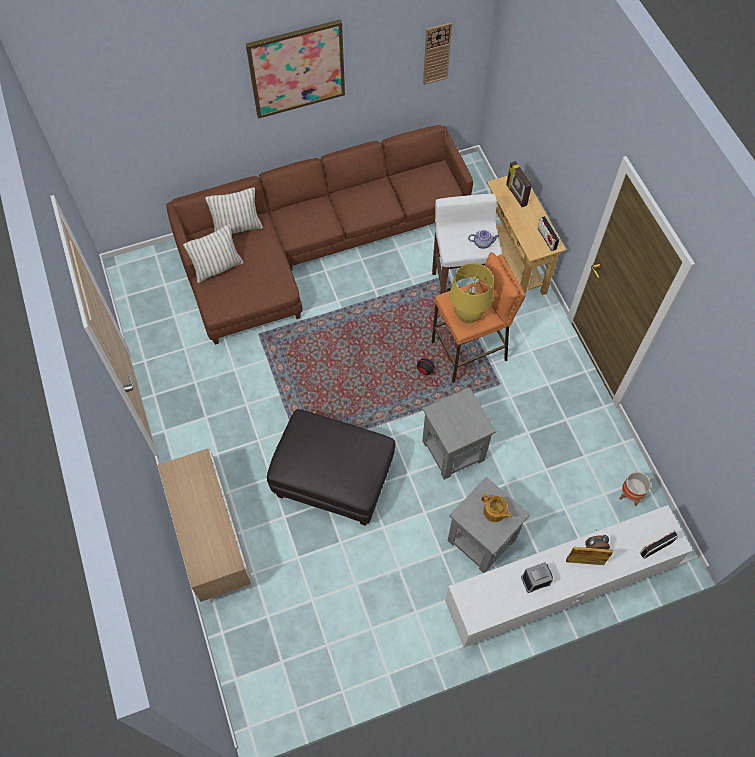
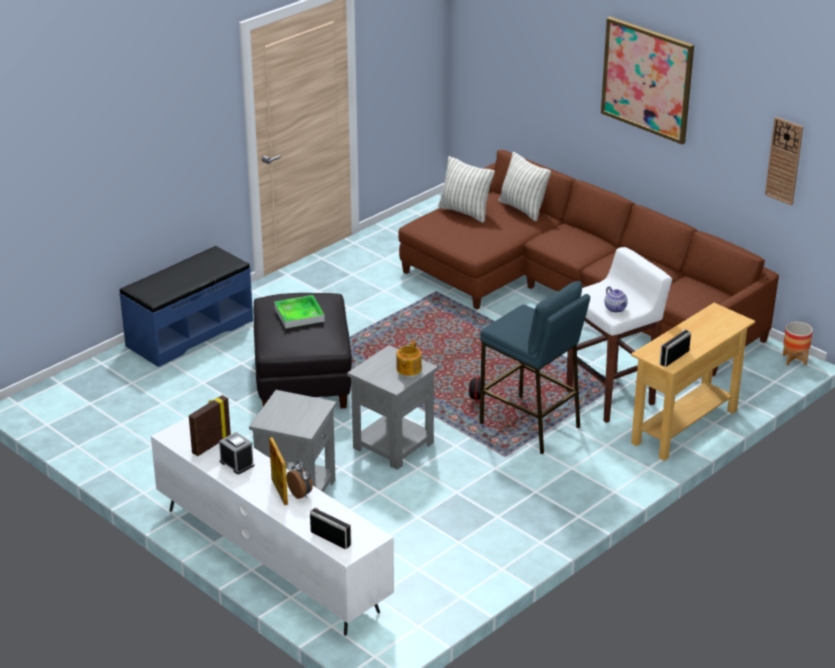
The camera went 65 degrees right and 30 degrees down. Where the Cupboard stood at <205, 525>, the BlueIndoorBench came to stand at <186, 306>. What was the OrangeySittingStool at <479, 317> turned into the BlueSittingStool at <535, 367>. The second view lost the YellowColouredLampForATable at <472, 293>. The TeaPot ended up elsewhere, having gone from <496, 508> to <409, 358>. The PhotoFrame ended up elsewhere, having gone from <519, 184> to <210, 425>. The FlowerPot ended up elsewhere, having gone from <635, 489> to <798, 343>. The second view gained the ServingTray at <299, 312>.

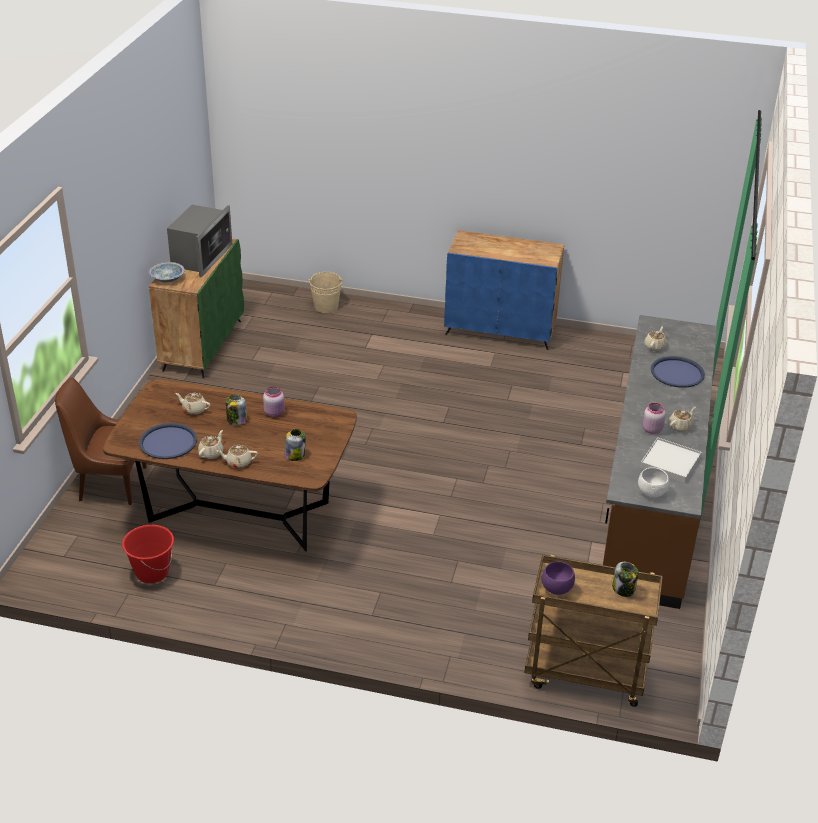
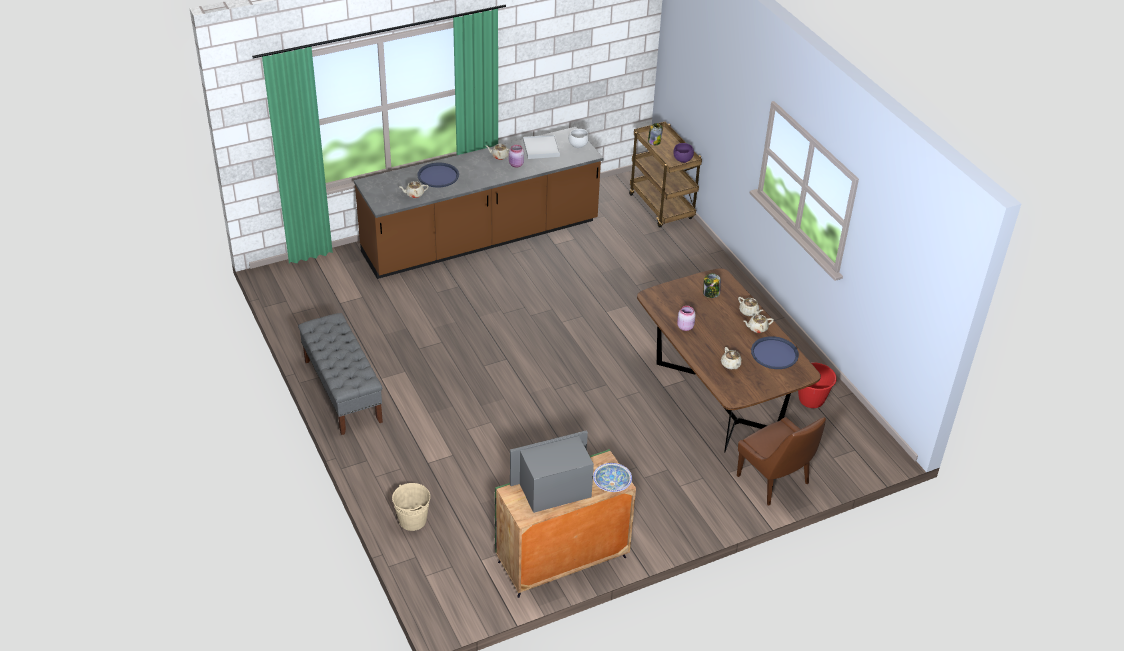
The camera went 130 degrees left and 5 degrees up. The second view lost the PreserveJar at <236, 409>. Where the BlueCupboard stood at <504, 290>, the GrayIndoorBench came to stand at <340, 374>.

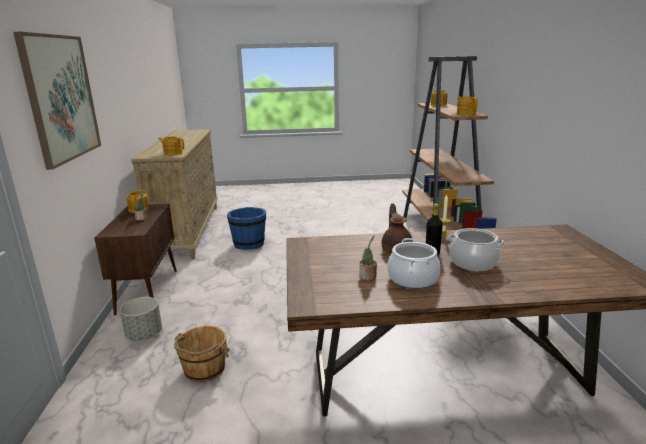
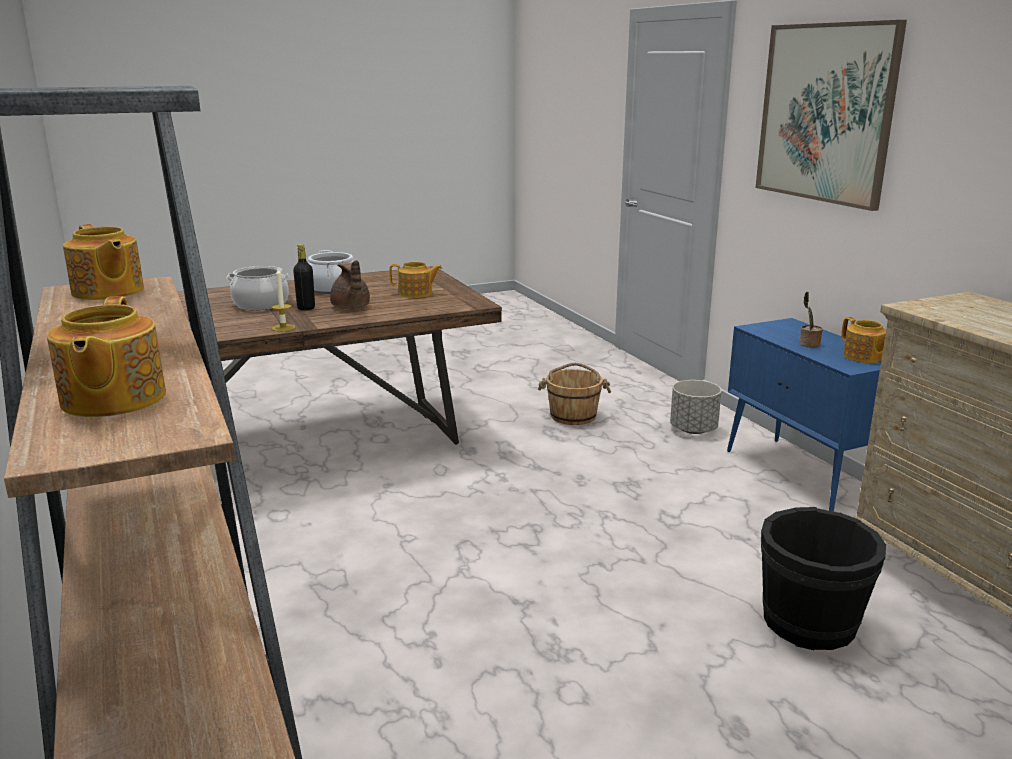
The camera went 160 degrees right and 0 degrees up. What was the BrownishCupboard at <135, 260> turned into the BlueCupboard at <804, 415>. The TeaPot ended up elsewhere, having gone from <171, 146> to <415, 280>. What was the BluePail at <246, 228> turned into the BlackColouredPail at <823, 578>. The second view lost the Houseplant at <368, 258>.

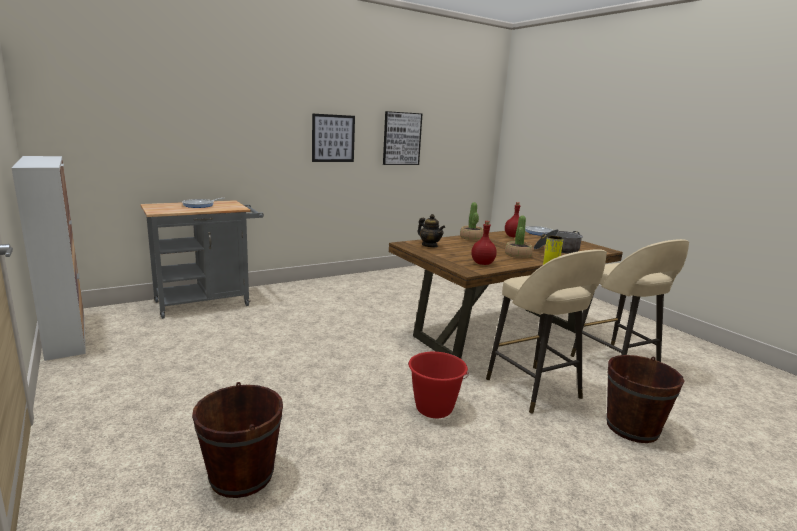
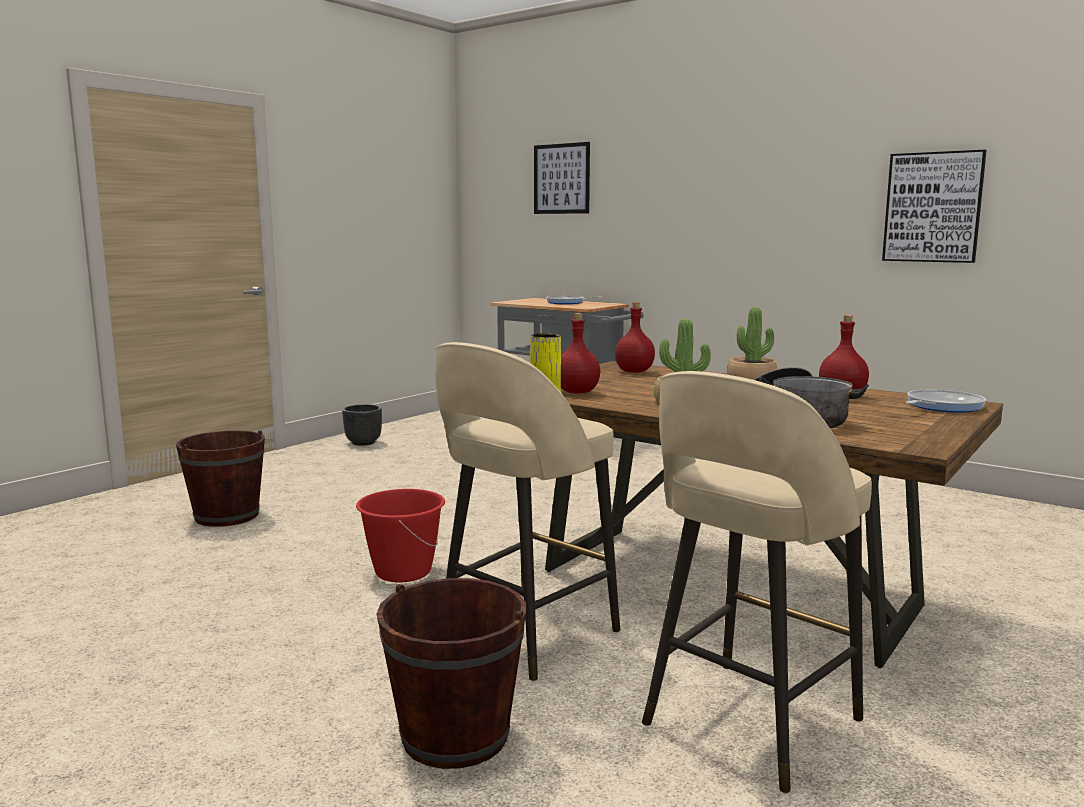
The camera went 70 degrees right and 5 degrees down. The second view lost the Cupboard at <49, 258>. The WallArt ended up elsewhere, having gone from <333, 137> to <562, 178>. Where the TeaPot stood at <431, 230>, the RedColouredBeverageBottle came to stand at <635, 337>. The second view gained the BlackColouredFlowerPot at <362, 425>.

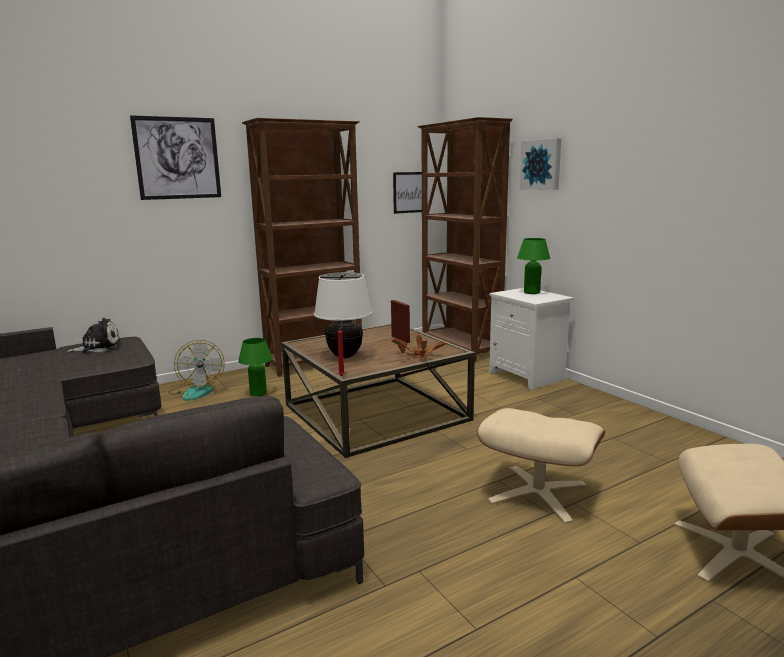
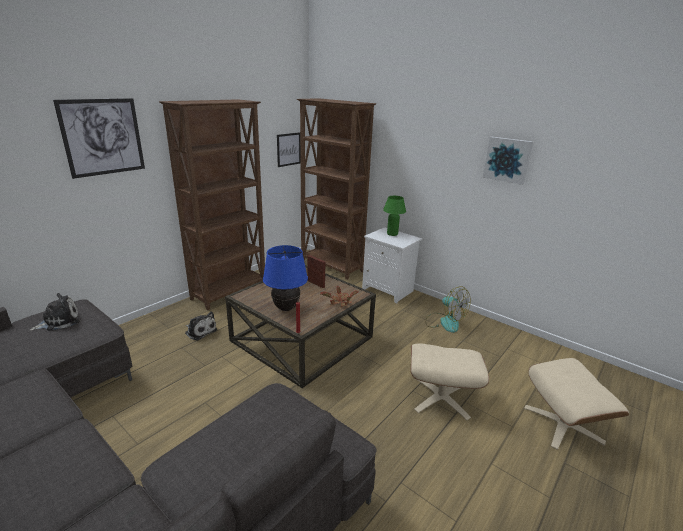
The camera went 20 degrees left and 10 degrees up. The ElectricFan ended up elsewhere, having gone from <196, 370> to <448, 309>. Where the GreenColouredLampForATable stood at <255, 367>, the PlushToy came to stand at <201, 326>. What was the WhiteColouredLampForATable at <343, 315> turned into the BlueLampForATable at <285, 278>. The WallArt ended up elsewhere, having gone from <540, 164> to <508, 161>.

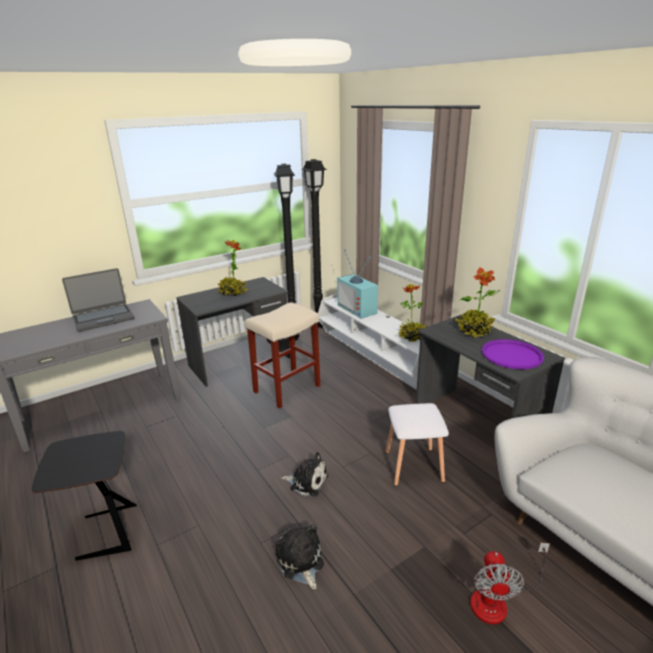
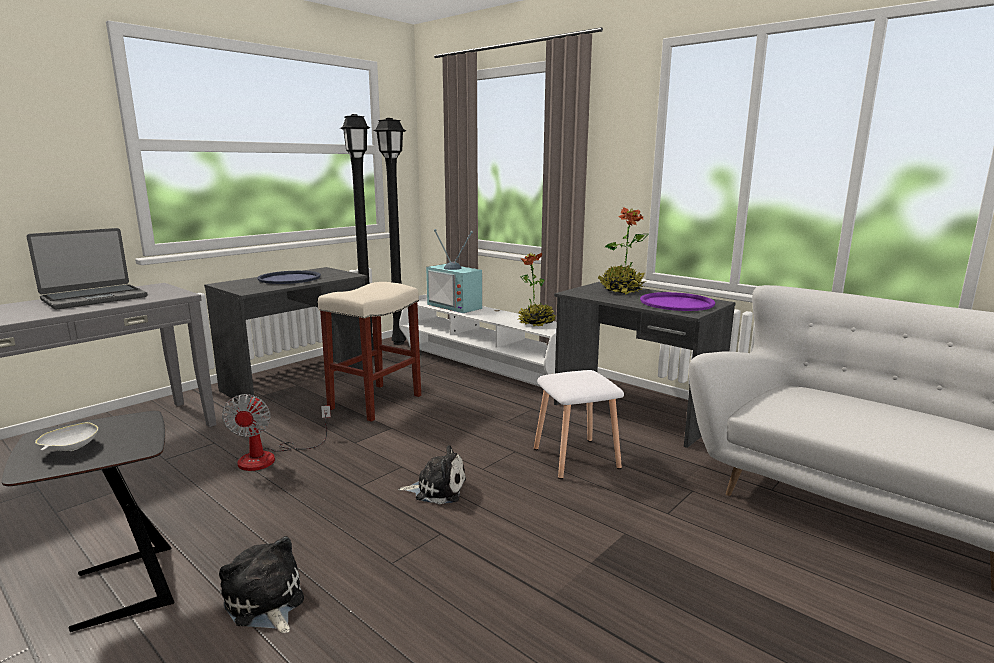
The camera went 15 degrees left and 10 degrees down. Where the Houseplant stood at <233, 268>, the BlueServingTray came to stand at <289, 277>. The PlushToy ended up elsewhere, having gone from <299, 556> to <261, 584>. The ElectricFan ended up elsewhere, having gone from <510, 583> to <276, 432>. The second view gained the WhiteColouredBowl at <66, 436>.

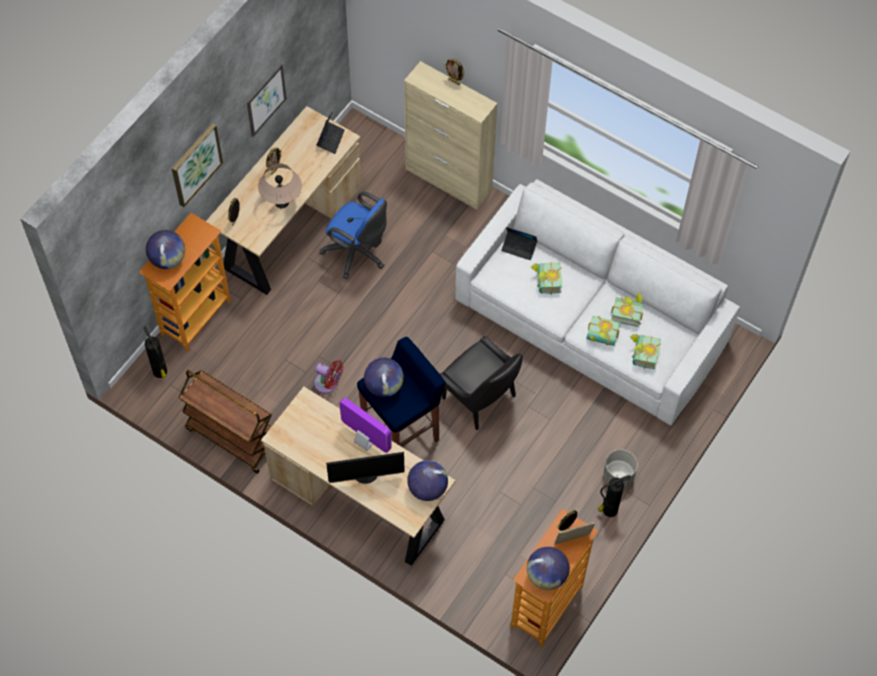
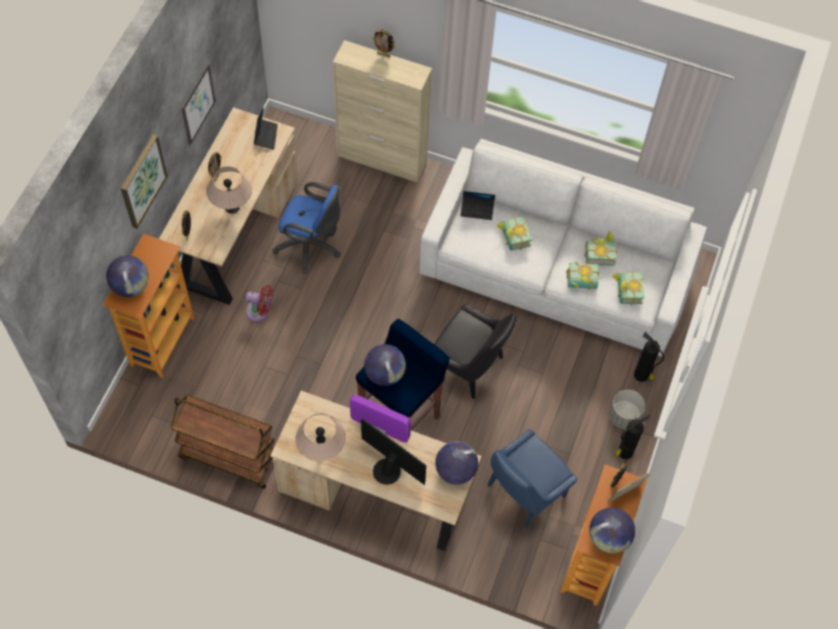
The camera went 15 degrees left and 0 degrees up. The FireFightingCylinder ended up elsewhere, having gone from <155, 352> to <649, 357>. The RedColouredElectricFan ended up elsewhere, having gone from <329, 376> to <259, 303>. The ComputerScreen at <365, 468> ended up facing another way, 120 degrees counterclockwise from before. The second view gained the BeigeColouredLampForATable at <321, 437>. The second view gained the BluePlainChair at <532, 478>.

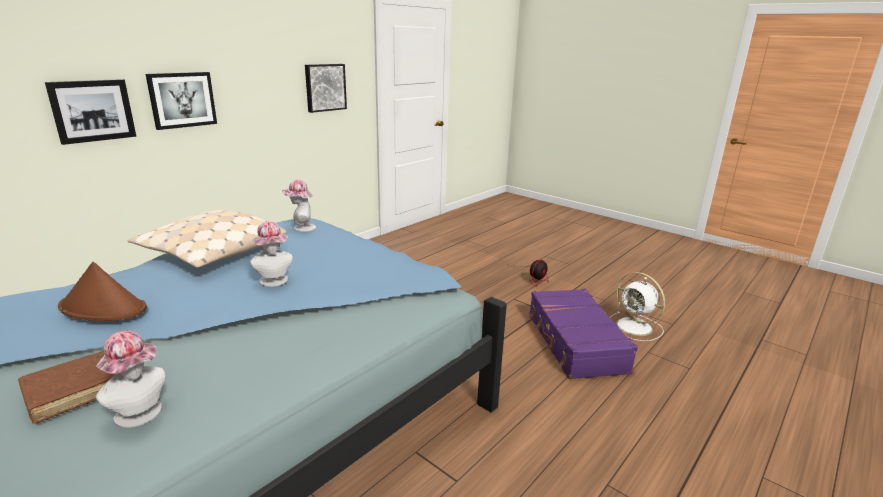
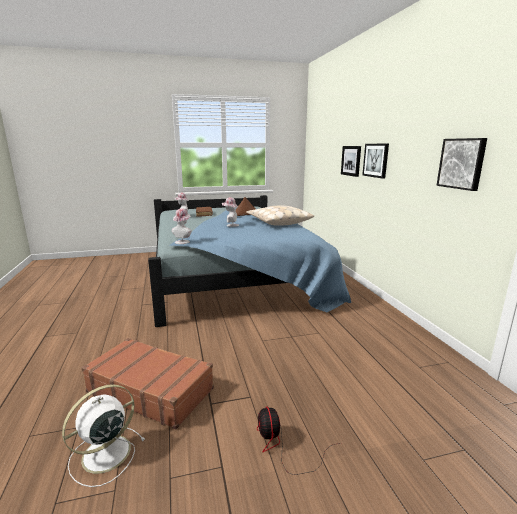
The camera went 125 degrees right and 5 degrees down. The Hat ended up elsewhere, having gone from <299, 206> to <182, 226>. What was the PurpleSuitcase at <583, 334> turned into the BrownishSuitcase at <148, 384>. The WhiteColouredElectricFan at <637, 306> ended up facing another way, 45 degrees counterclockwise from before.

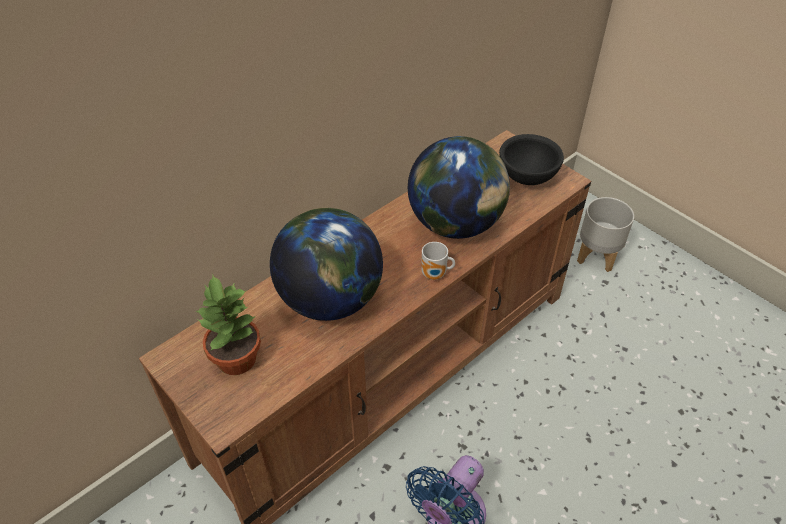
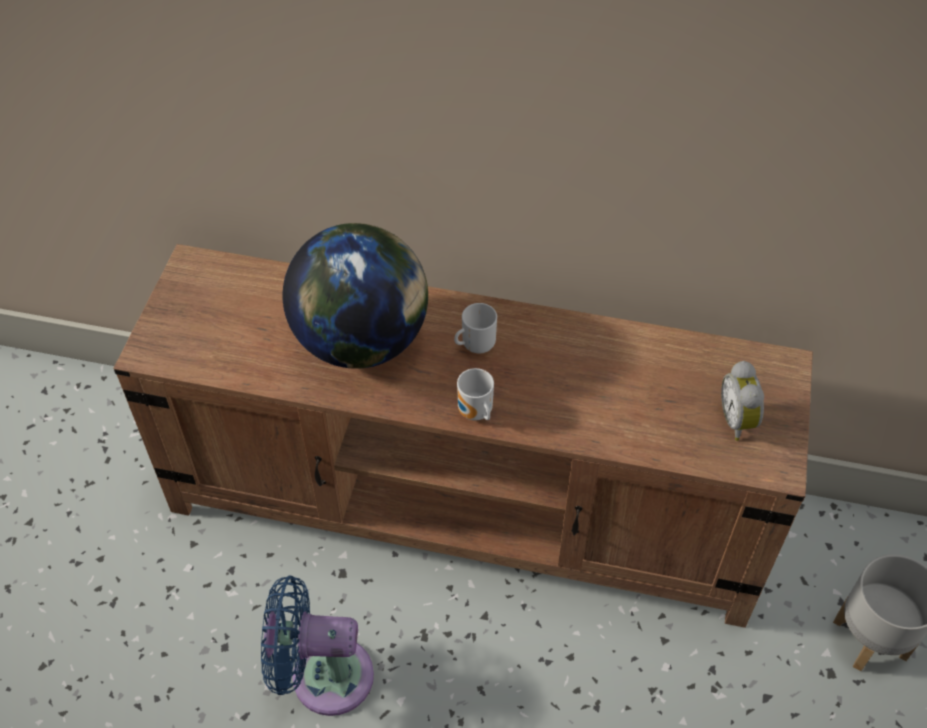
The camera went 55 degrees right and 5 degrees up. The second view lost the Houseplant at <228, 325>. The second view lost the Globe at <459, 187>. Where the BlackColouredBowl stood at <531, 159>, the TableClock came to stand at <742, 401>. The second view gained the CoffeeMug at <475, 328>.

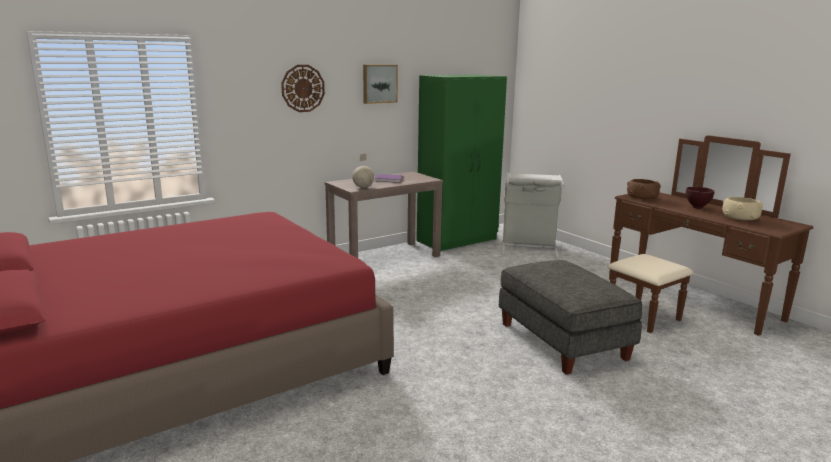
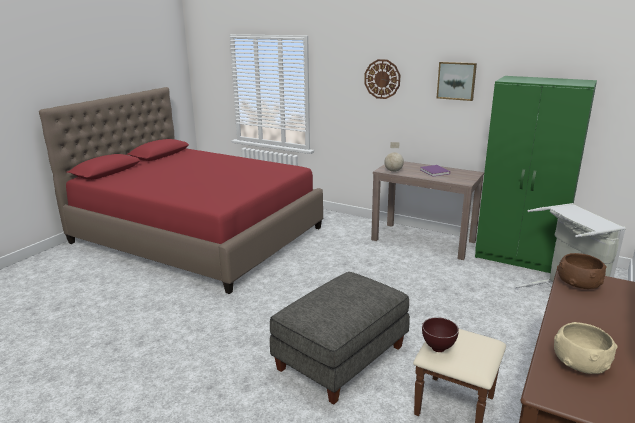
The camera went 65 degrees right and 5 degrees up. The BrownishBowl ended up elsewhere, having gone from <700, 198> to <440, 334>.

